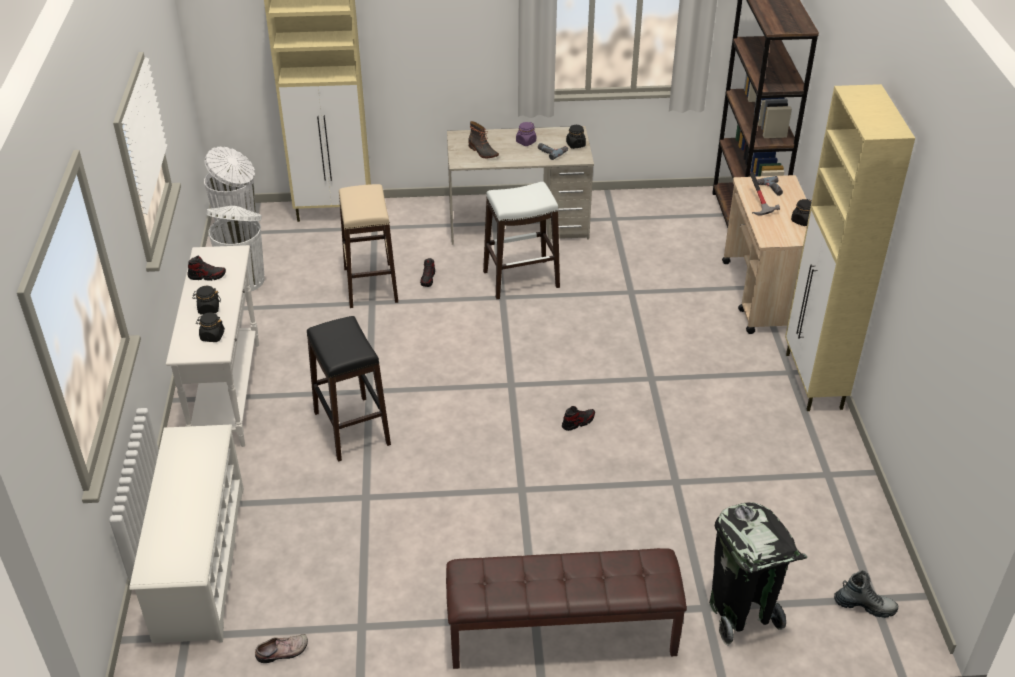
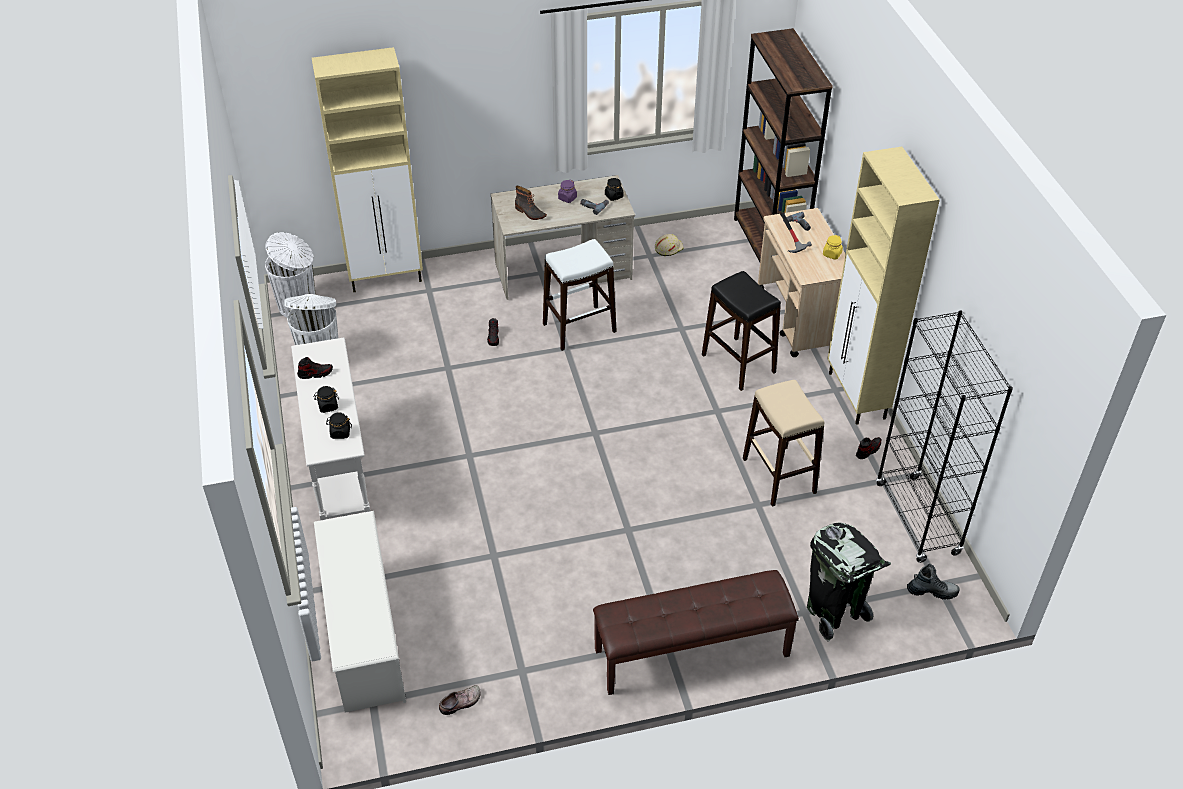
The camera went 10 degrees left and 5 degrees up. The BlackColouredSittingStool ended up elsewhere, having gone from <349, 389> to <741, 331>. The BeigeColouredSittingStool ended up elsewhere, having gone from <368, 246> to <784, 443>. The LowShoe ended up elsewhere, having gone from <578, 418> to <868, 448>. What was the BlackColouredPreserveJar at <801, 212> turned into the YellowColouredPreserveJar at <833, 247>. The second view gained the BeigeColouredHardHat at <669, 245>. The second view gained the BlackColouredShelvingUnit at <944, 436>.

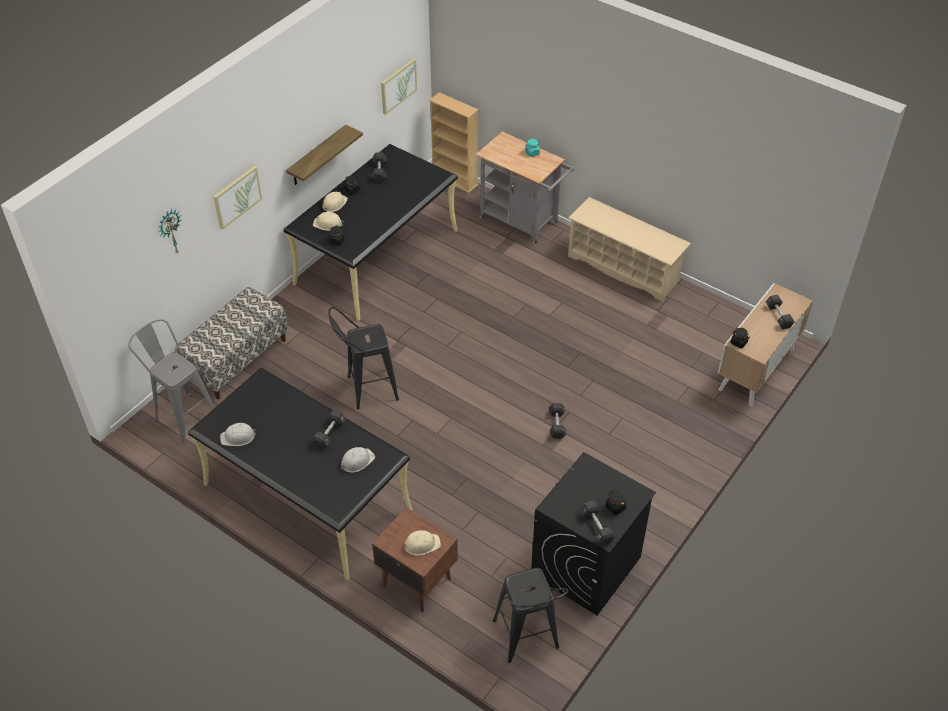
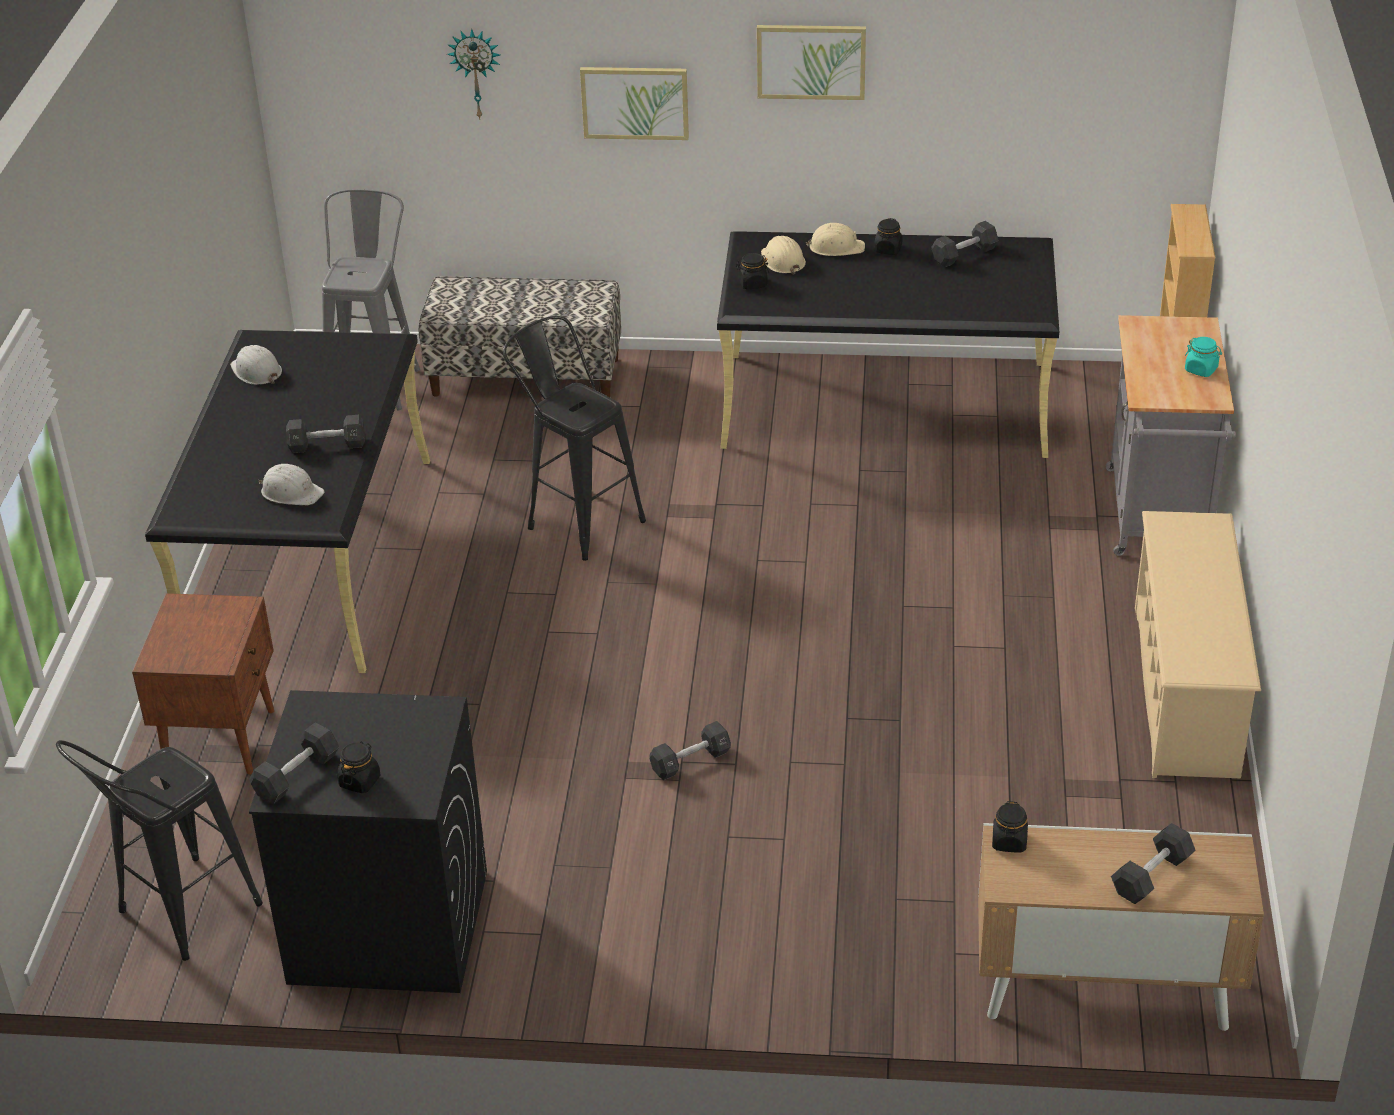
The camera went 60 degrees right and 10 degrees down. The second view lost the BracketShelf at <324, 155>. The WallArt ended up elsewhere, having gone from <399, 86> to <811, 62>. The second view lost the BeigeColouredHardHat at <422, 543>.

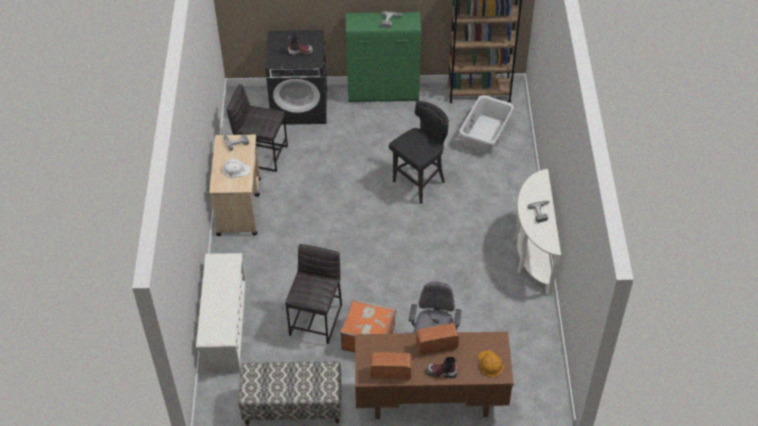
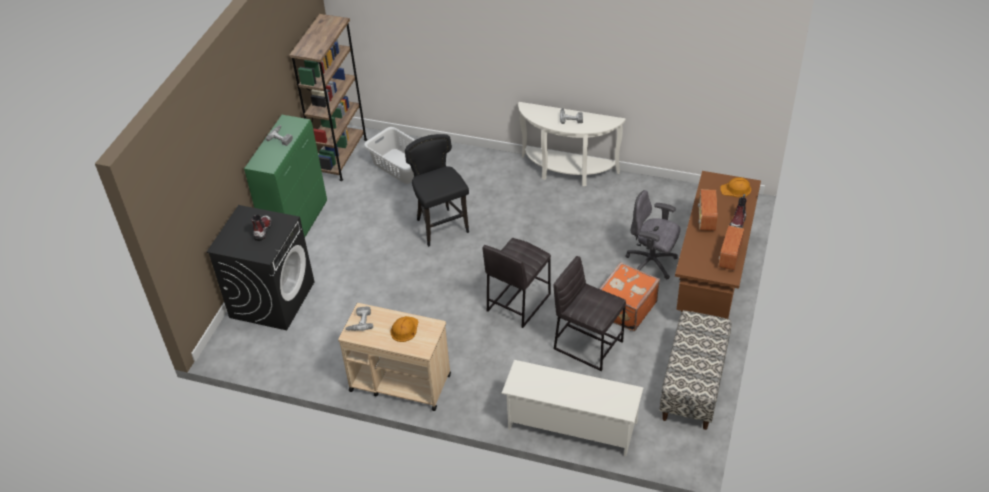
The camera went 70 degrees left and 5 degrees down. What was the WhiteColouredHardHat at <236, 168> turned into the OrangeyHardHat at <404, 329>. The GraySittingStool ended up elsewhere, having gone from <257, 128> to <516, 283>.

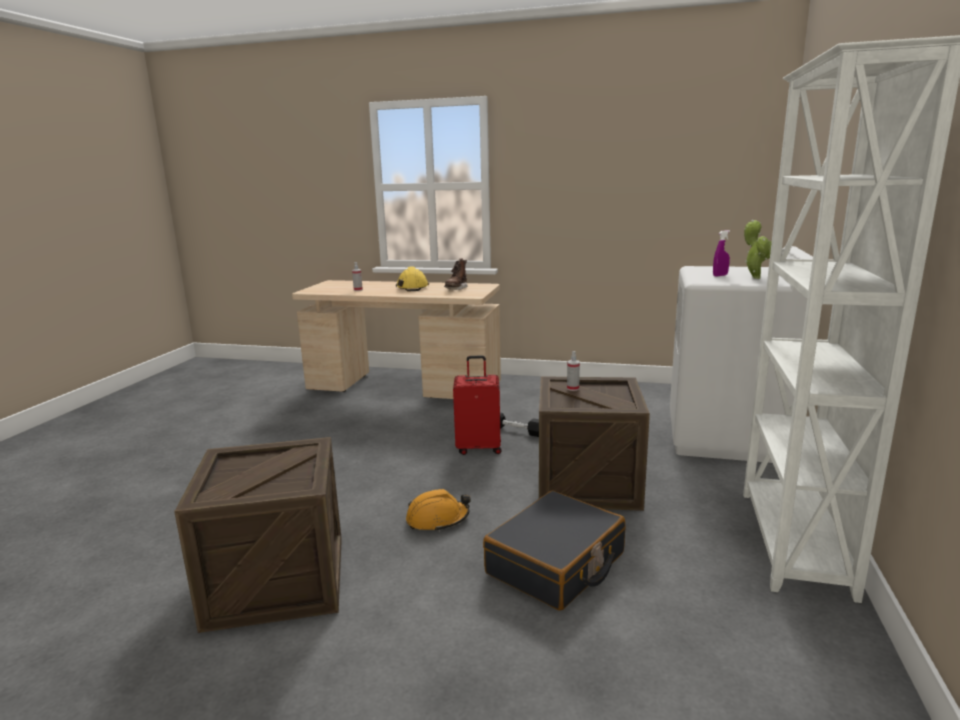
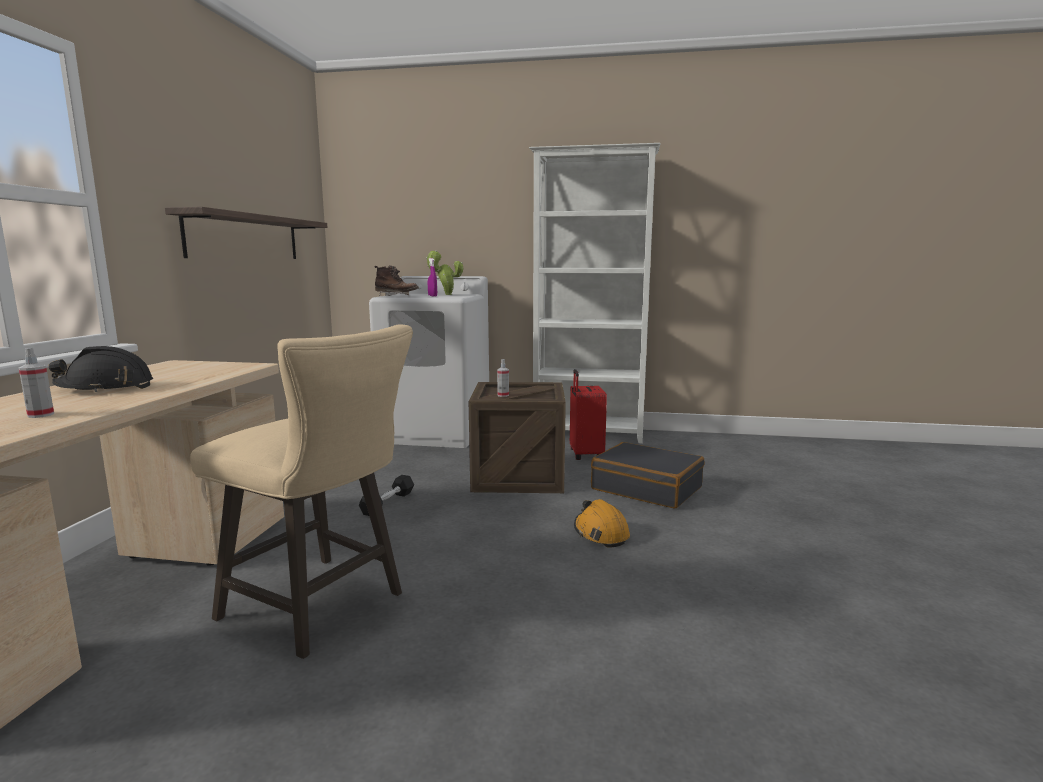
The camera went 95 degrees left and 5 degrees down. The second view lost the PackingCrate at <258, 535>. What was the YellowColouredHardHat at <412, 278> turned into the BlackColouredHardHat at <101, 369>. The BrownishHighTopBoot ended up elsewhere, having gone from <455, 274> to <396, 280>. The RedColouredSuitcase ended up elsewhere, having gone from <477, 405> to <588, 414>. The second view gained the BracketShelf at <246, 233>. The second view gained the BeigeColouredSittingStool at <301, 491>.

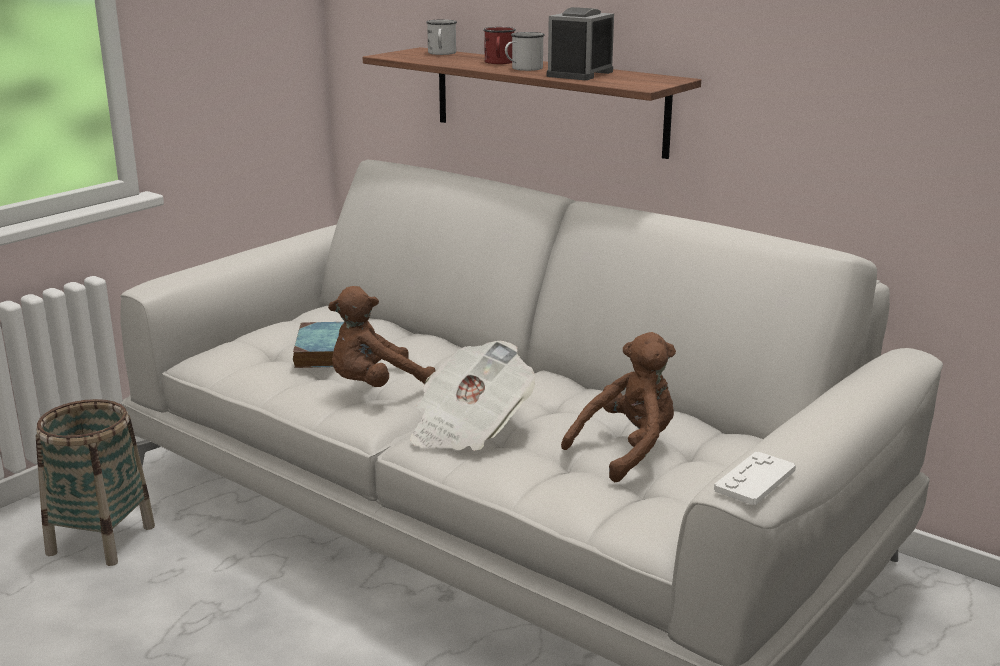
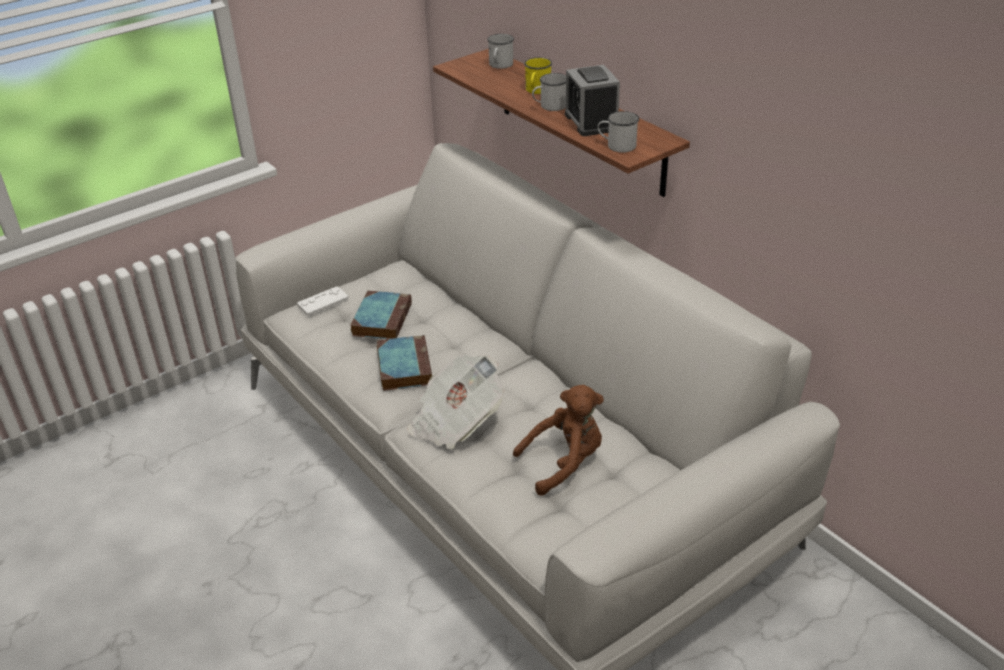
The camera went 15 degrees right and 15 degrees up. The second view lost the Basket at <95, 482>. Where the BrownishPlushToy stood at <381, 336>, the Volume came to stand at <404, 363>. What was the RedColouredCoffeeMug at <499, 45> turned into the YellowColouredCoffeeMug at <538, 75>. The TableClock at <580, 43> ended up facing another way, 60 degrees counterclockwise from before. The WhiteColouredGamepad ended up elsewhere, having gone from <755, 478> to <323, 301>. The second view gained the WhiteColouredCoffeeMug at <618, 132>.

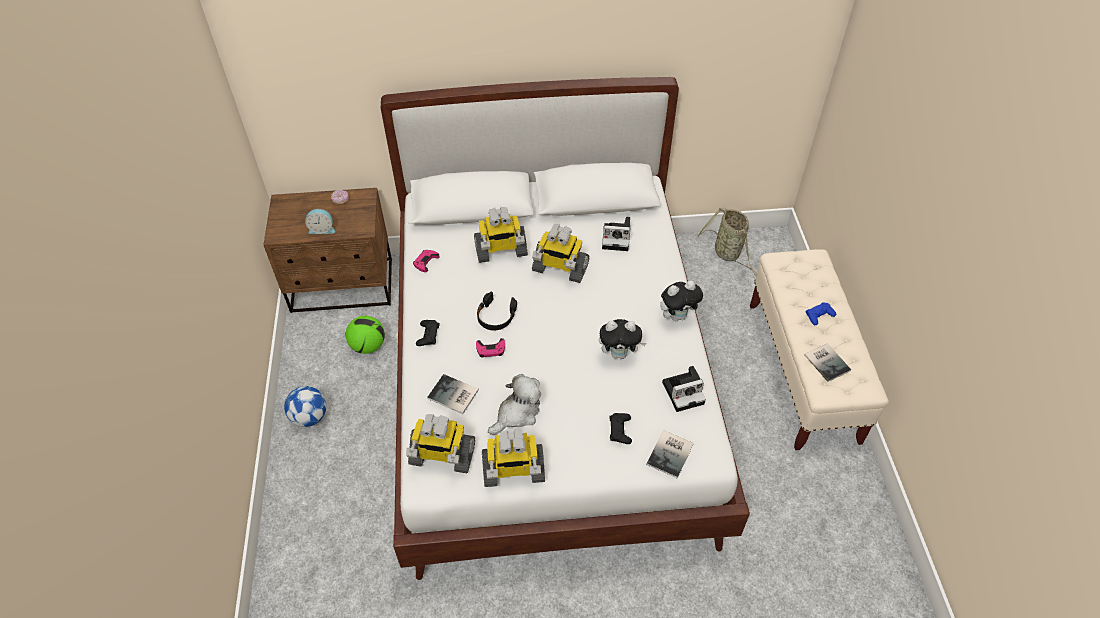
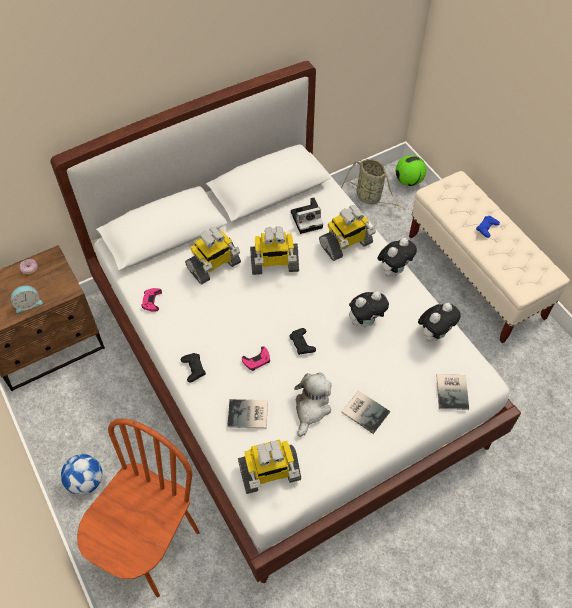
The camera went 25 degrees left and 5 degrees up. The FootballBall ended up elsewhere, having gone from <365, 335> to <411, 170>. The second view lost the BlackColouredPairOfHeadphones at <497, 311>. The ModelRobot ended up elsewhere, having gone from <513, 458> to <347, 233>. The BlackColouredGamepad ended up elsewhere, having gone from <620, 428> to <302, 341>. Where the PhotoCamera stood at <684, 389>, the PlushToy came to stand at <439, 322>. The Volume ended up elsewhere, having gone from <827, 362> to <366, 412>. The second view gained the BrownishPlainChair at <138, 507>.

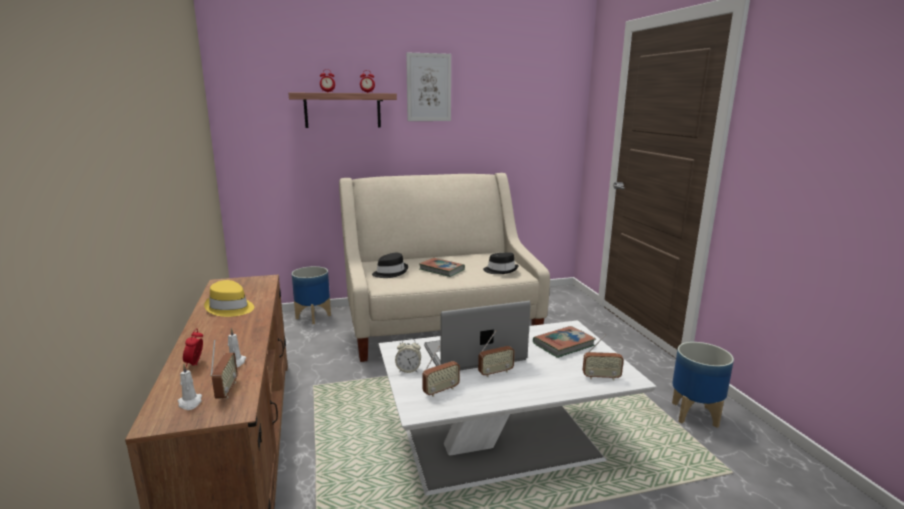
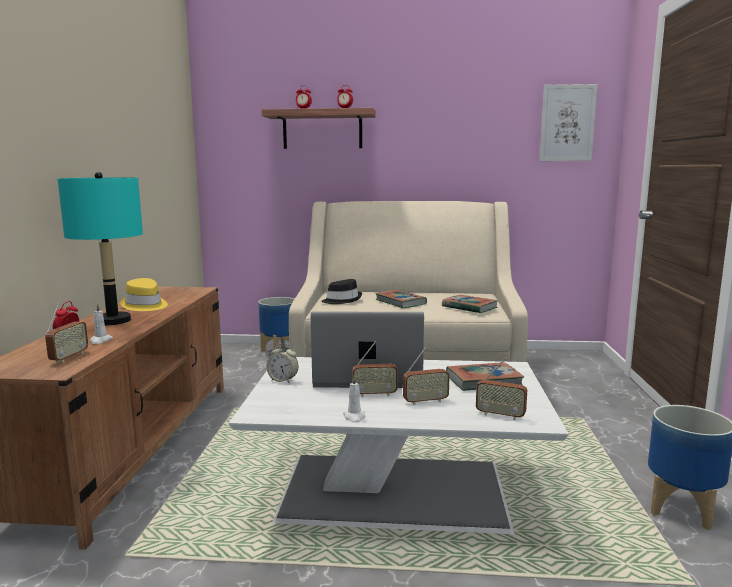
The camera went 20 degrees right and 5 degrees down. The WhiteColouredWaxLight ended up elsewhere, having gone from <190, 387> to <354, 399>. The WallArt ended up elsewhere, having gone from <428, 86> to <569, 122>. The Radio ended up elsewhere, having gone from <441, 371> to <426, 376>. Where the BlackColouredHat stood at <501, 263>, the Volume came to stand at <470, 304>. The second view gained the TurquoiseColouredLampForATable at <100, 248>.

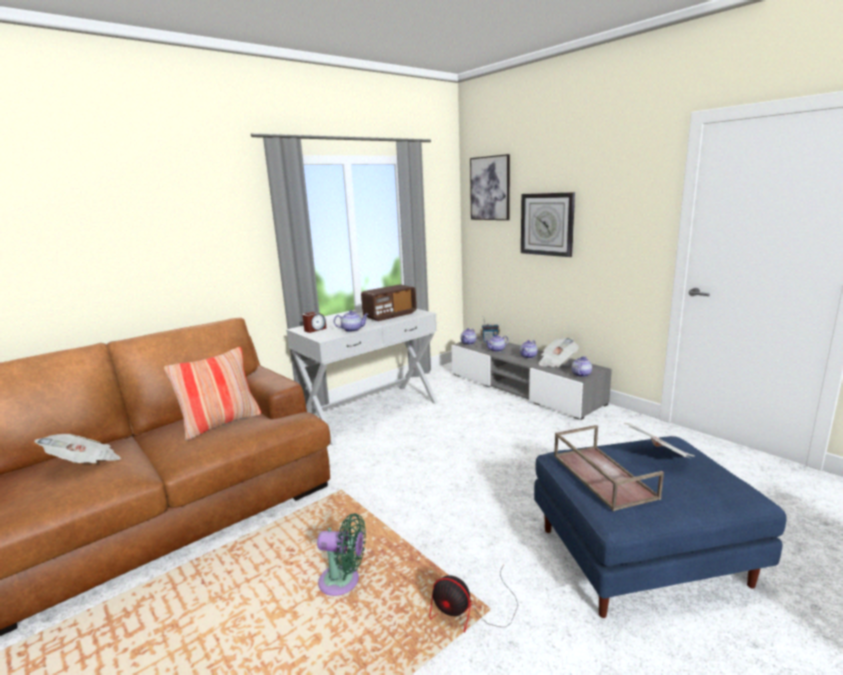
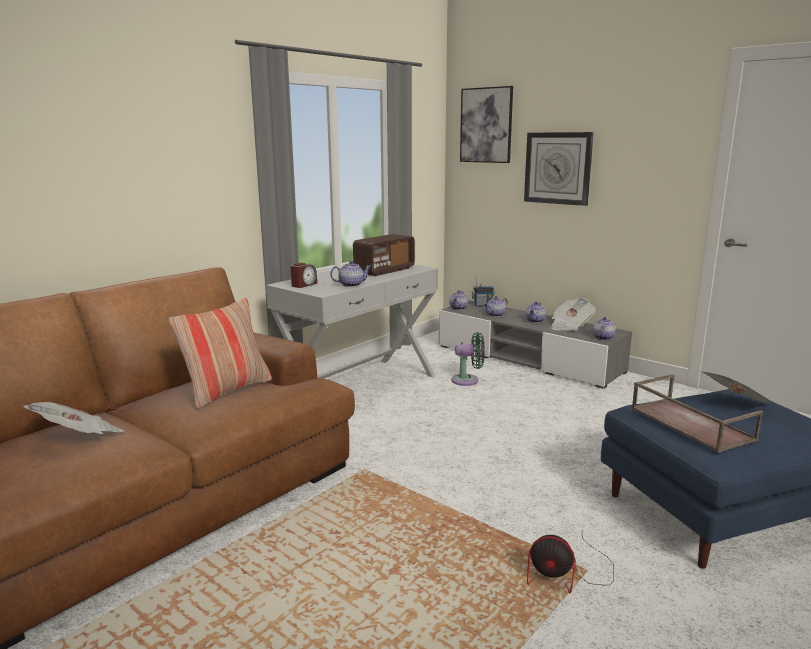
The camera went 10 degrees left and 0 degrees up. The GreenColouredElectricFan ended up elsewhere, having gone from <341, 554> to <468, 359>.

